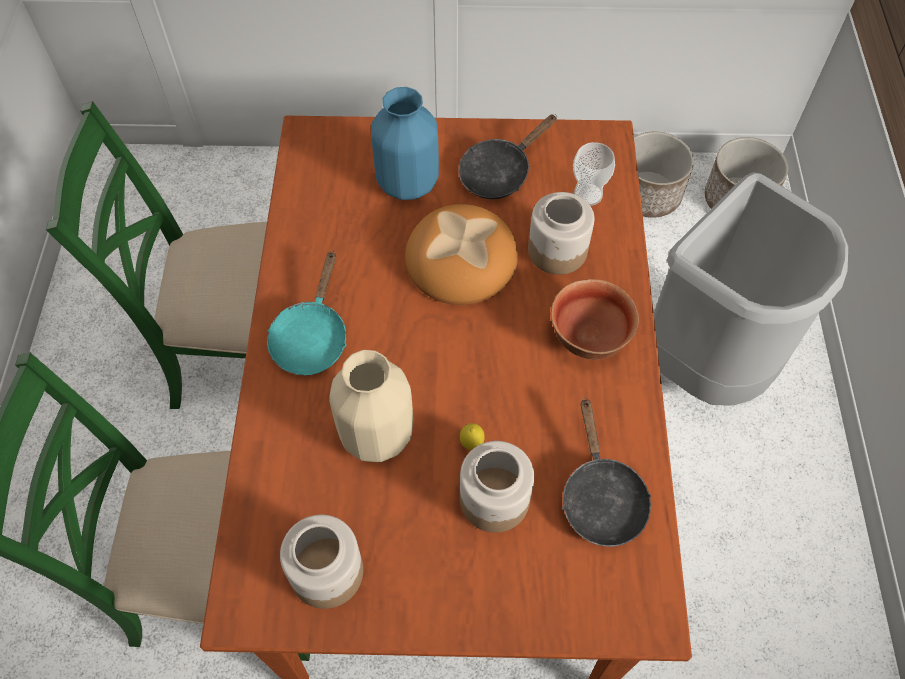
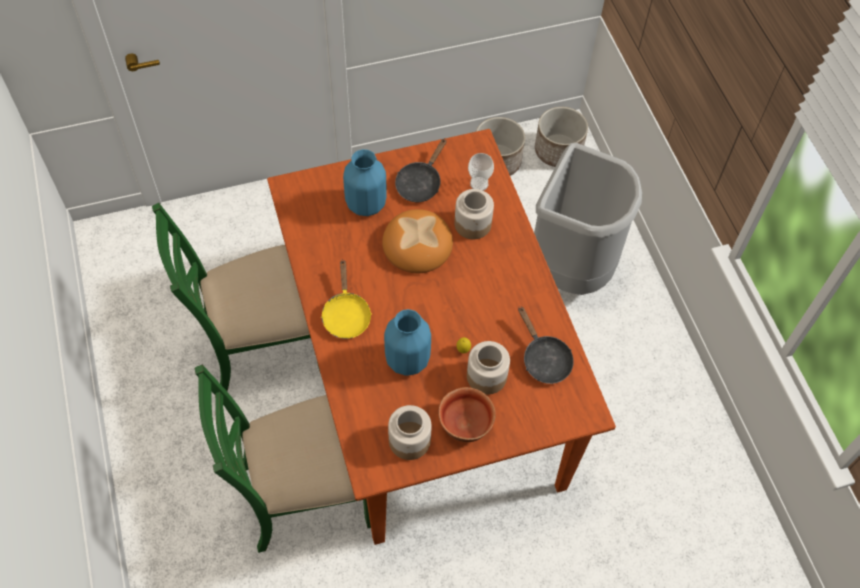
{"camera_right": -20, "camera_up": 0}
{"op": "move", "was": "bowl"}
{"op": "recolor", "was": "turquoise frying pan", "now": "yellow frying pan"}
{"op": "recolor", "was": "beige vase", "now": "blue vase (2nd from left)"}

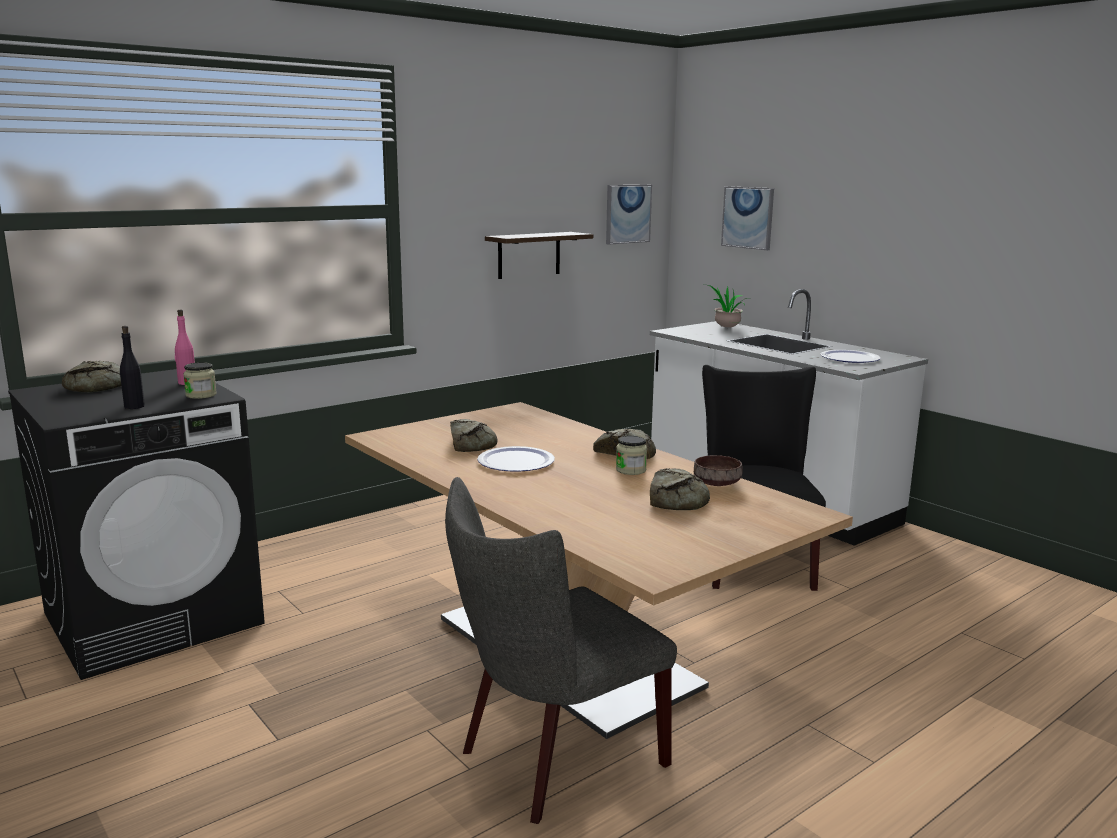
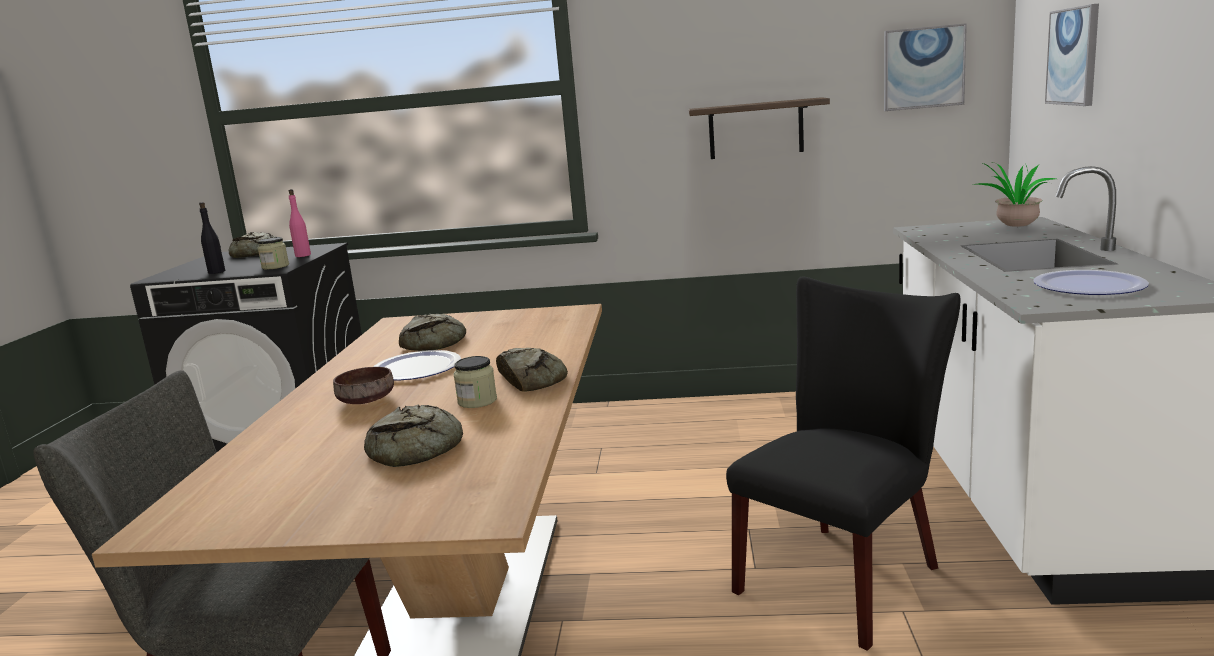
{"camera_right": 45, "camera_up": 0}
{"op": "move", "was": "brown bowl"}

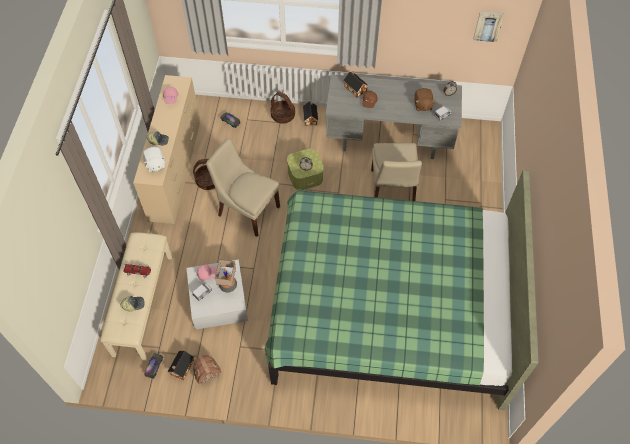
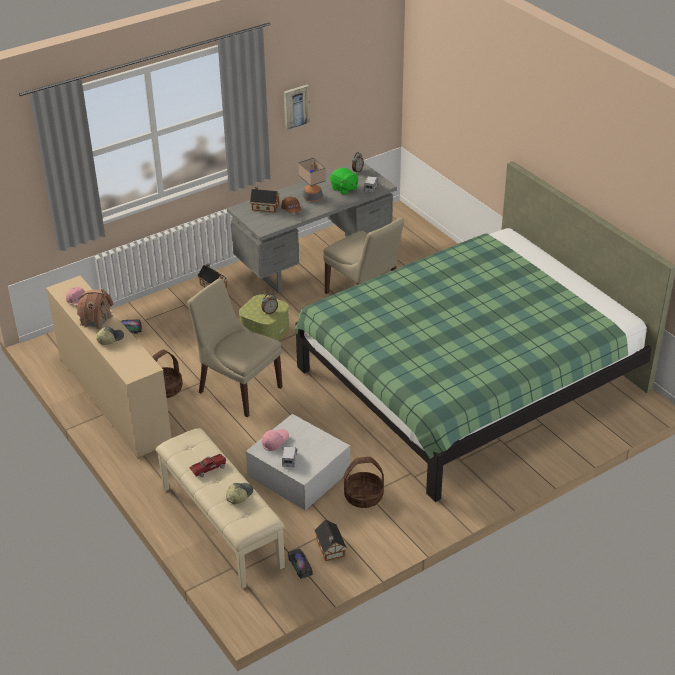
{"camera_right": -40, "camera_up": -20}
{"op": "delete", "was": "white plush toy"}
{"op": "move", "was": "toy house (2nd from left in the first image)", "now": "toy house (1st from left)"}
{"op": "move", "was": "table lamp"}
{"op": "move", "was": "basket (2nd from left)"}
{"op": "move", "was": "picture"}
{"op": "recolor", "was": "brown plush toy", "now": "green plush toy"}
{"op": "rotate", "was": "beige chair (1st from left)", "clockwise": 45}

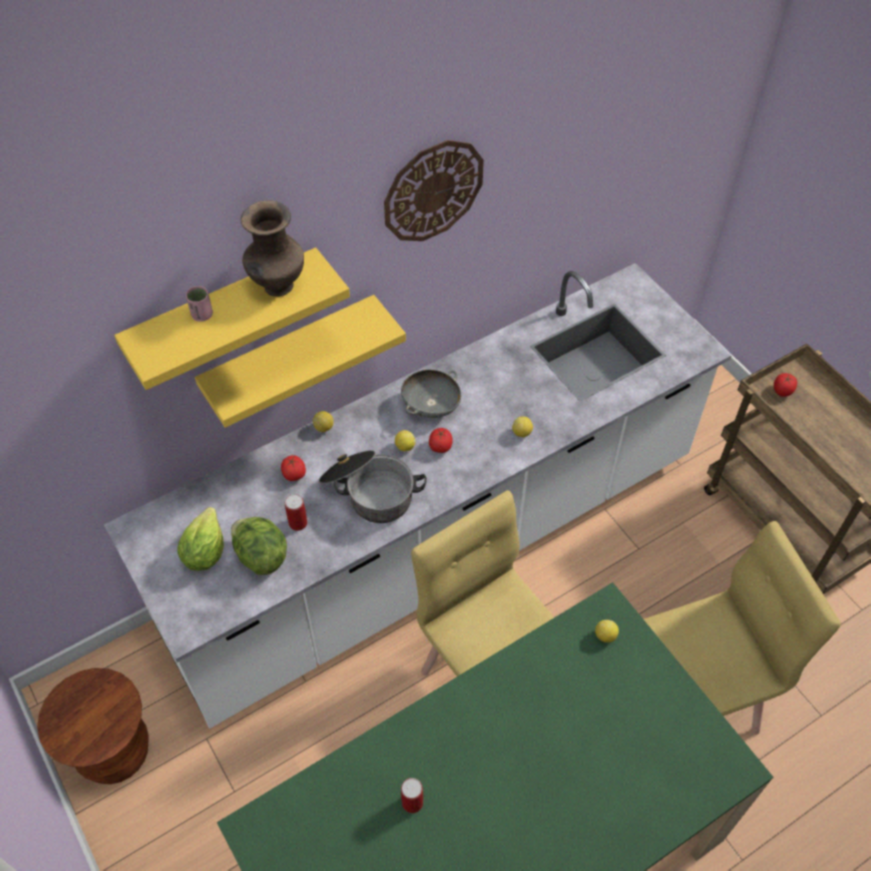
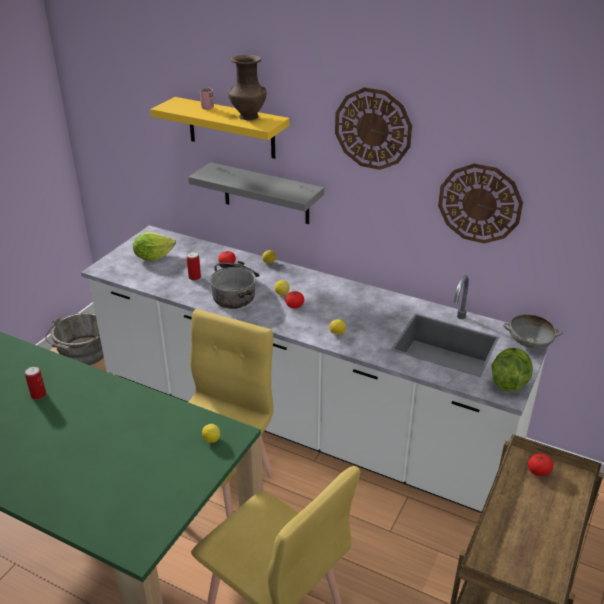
{"camera_right": 60, "camera_up": -20}
{"op": "insert", "now": "wall clock (2nd from left)"}
{"op": "move", "was": "lettuce (2nd from left)"}
{"op": "move", "was": "grey bowl"}
{"op": "replace", "was": "brown stool", "now": "grey bucket"}
{"op": "recolor", "was": "yellow shelf (2nd from left)", "now": "grey shelf"}

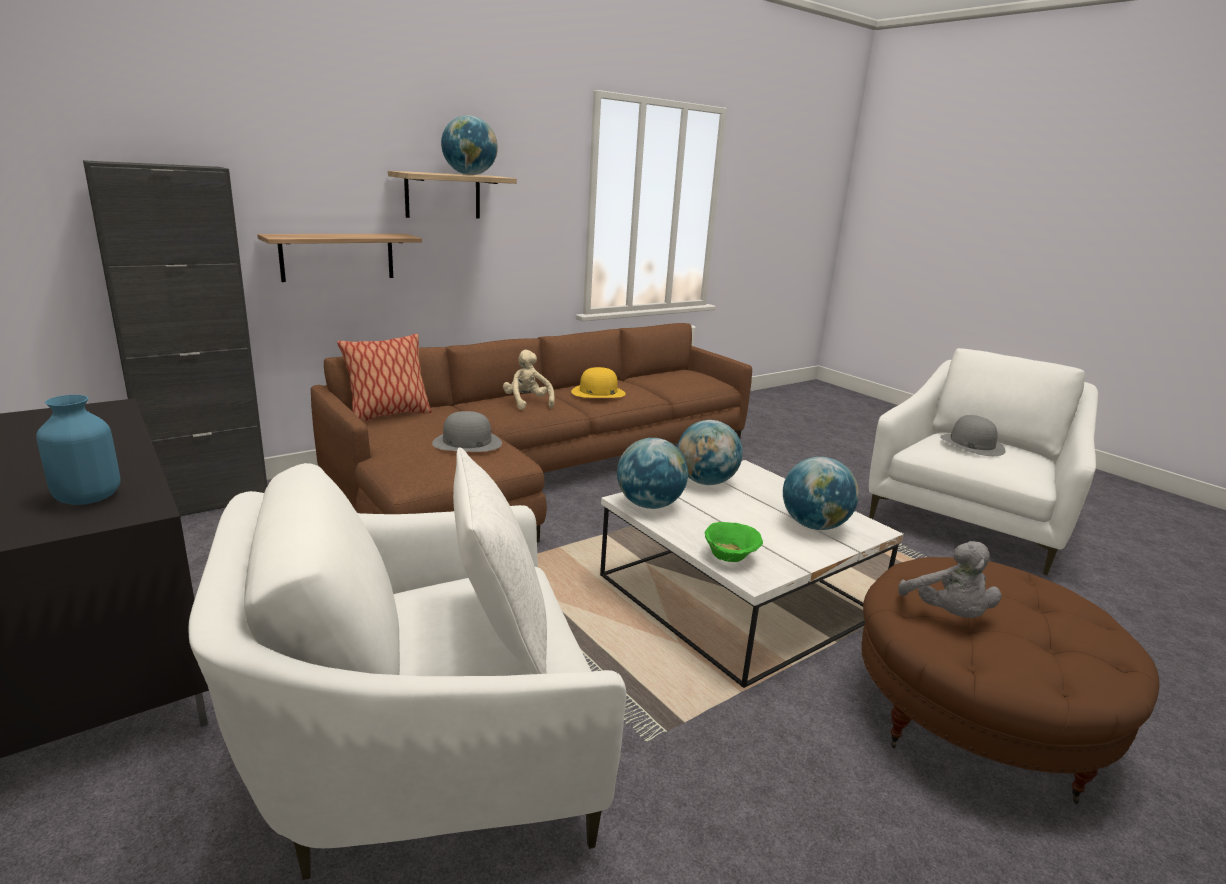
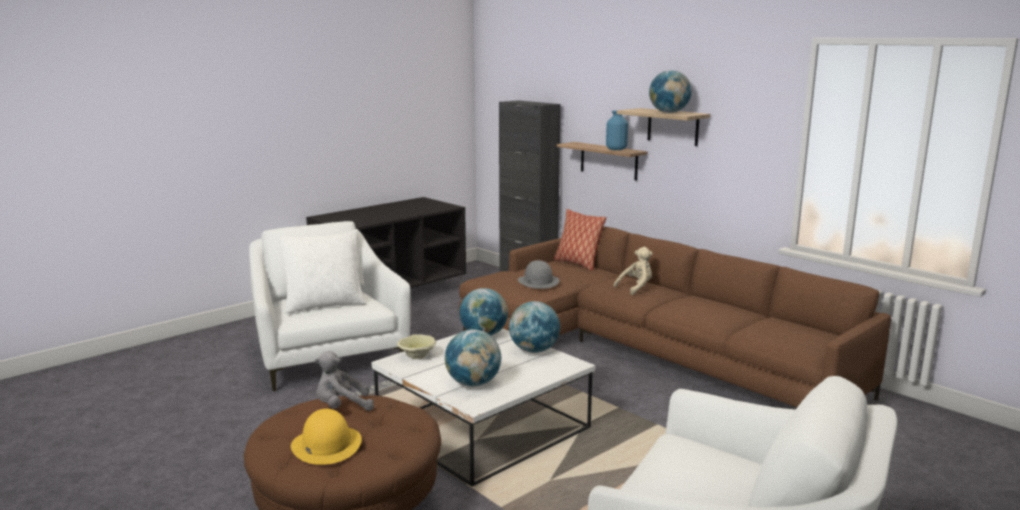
{"camera_right": 85, "camera_up": -5}
{"op": "delete", "was": "grey hat (2nd from left)"}
{"op": "move", "was": "blue vase"}
{"op": "move", "was": "yellow hat"}
{"op": "recolor", "was": "green bowl", "now": "beige bowl"}

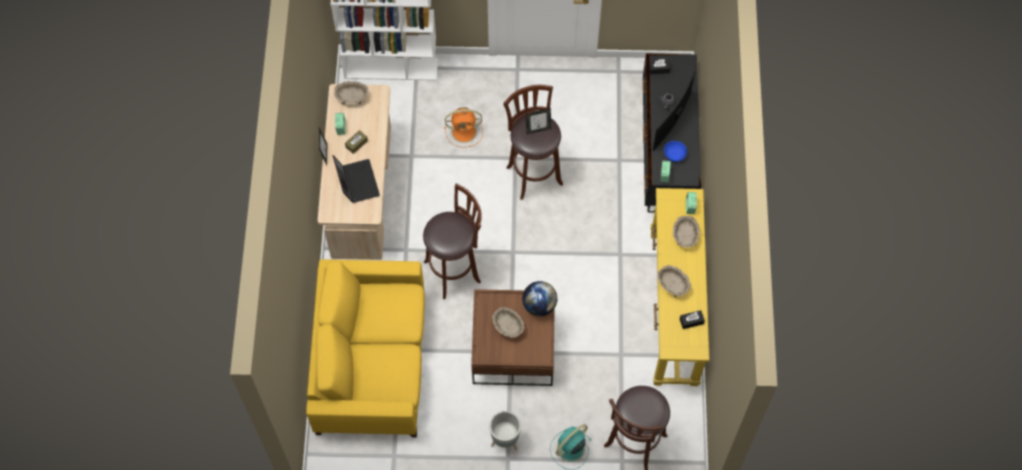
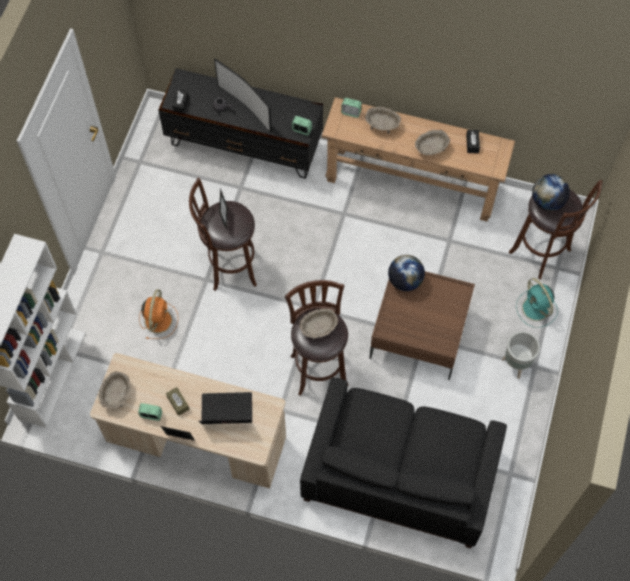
{"camera_right": -75, "camera_up": 0}
{"op": "delete", "was": "blue bowl"}
{"op": "insert", "now": "globe (2nd from left)"}
{"op": "move", "was": "beige bowl (2nd from left)"}
{"op": "recolor", "was": "yellow sofa", "now": "black sofa"}
{"op": "recolor", "was": "yellow console table", "now": "brown console table"}

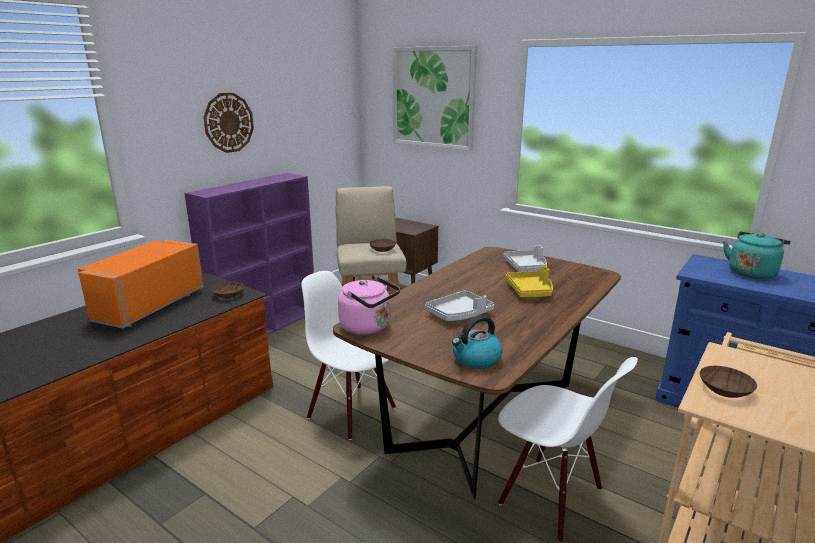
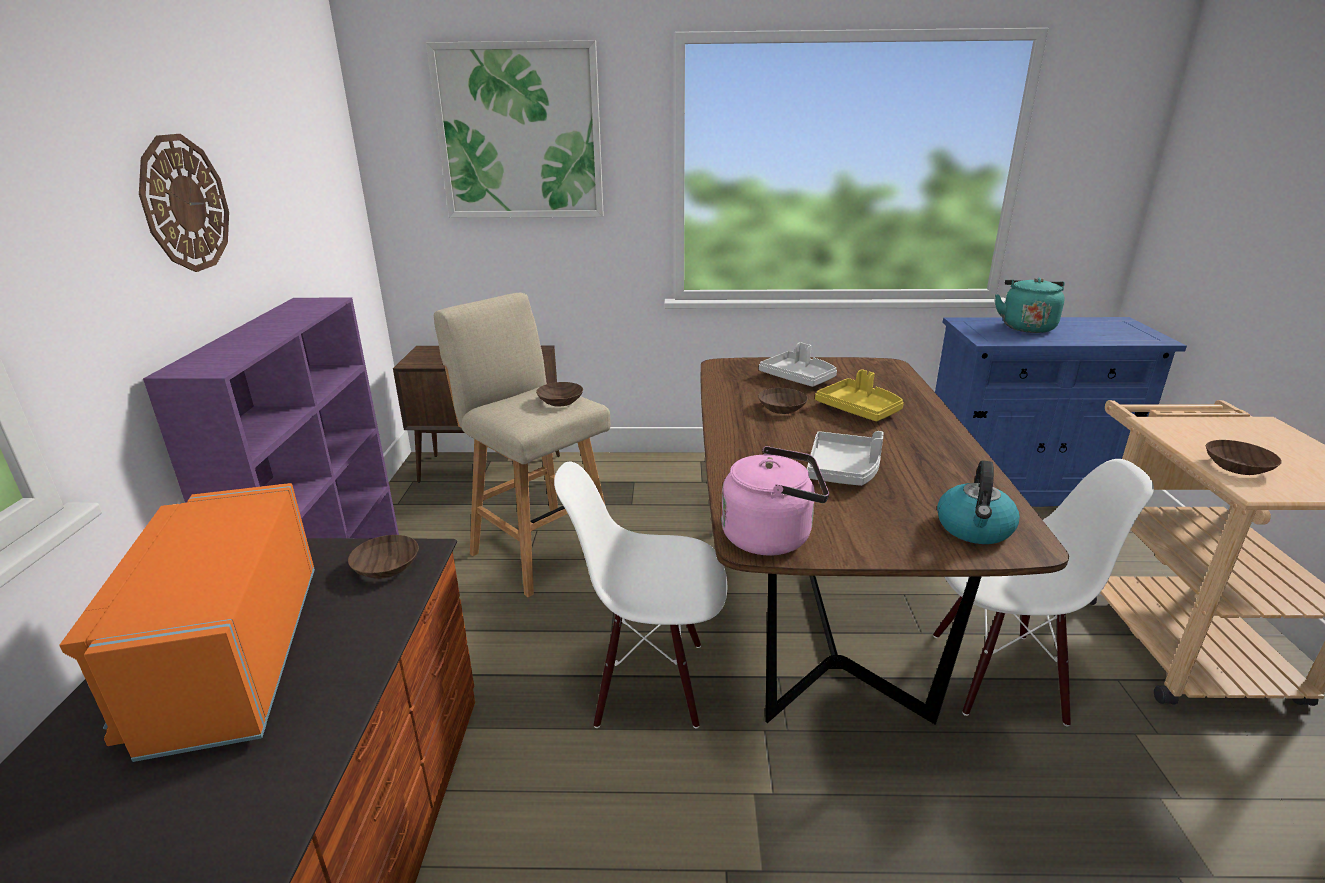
{"camera_right": -35, "camera_up": 5}
{"op": "insert", "now": "brown bowl (3rd from left)"}

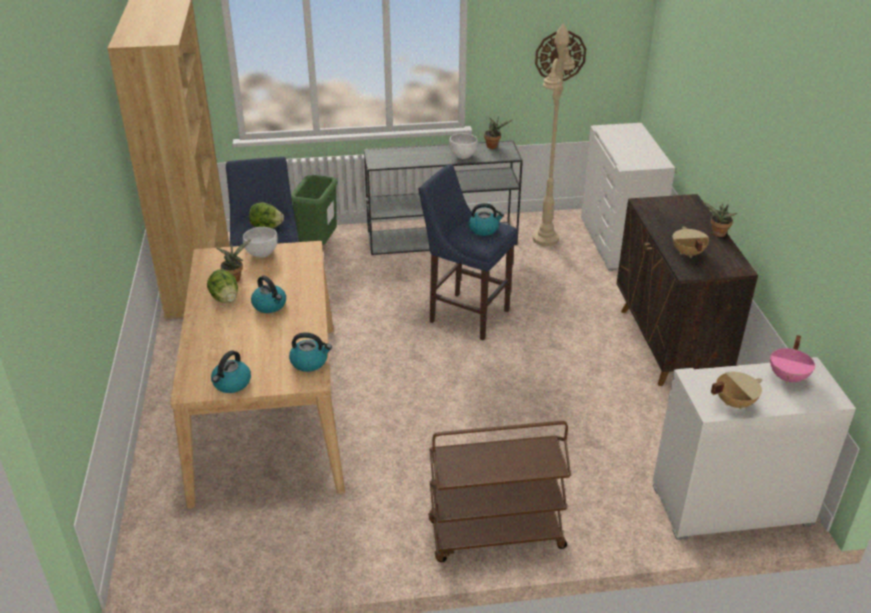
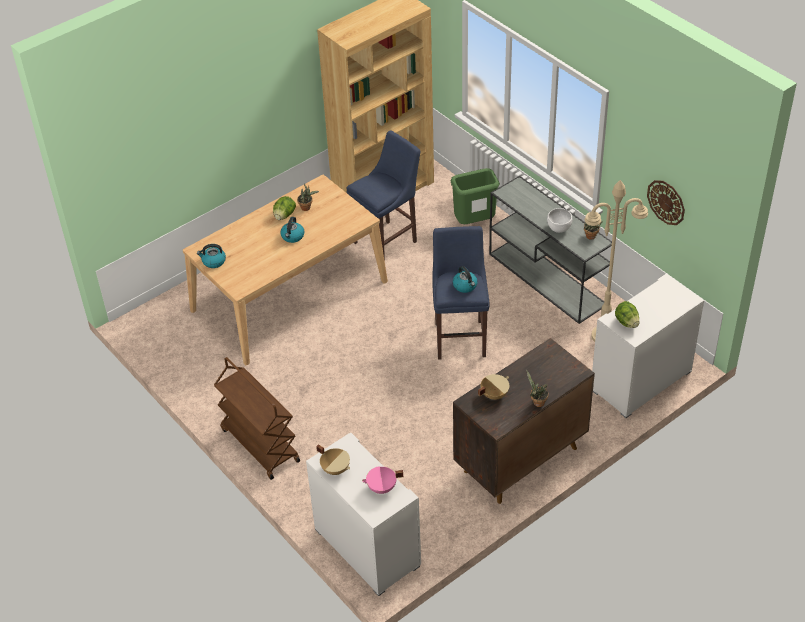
{"camera_right": 60, "camera_up": 10}
{"op": "delete", "was": "white bowl (1st from left)"}
{"op": "delete", "was": "kettle (3rd from left)"}
{"op": "move", "was": "lettuce (2nd from left)"}

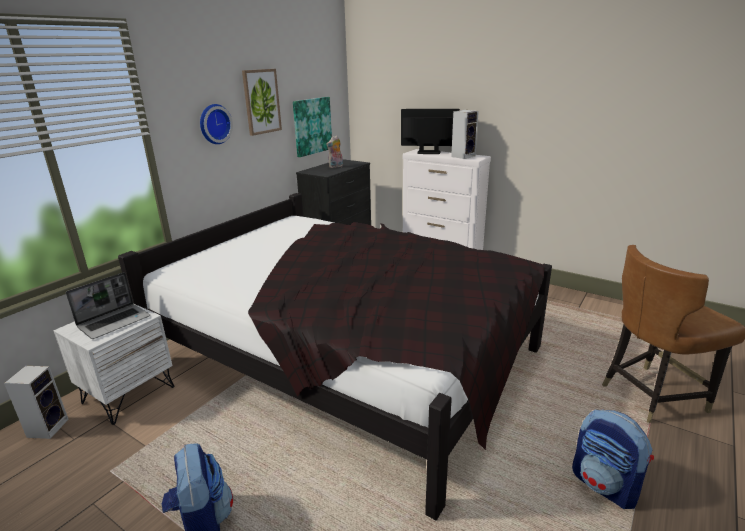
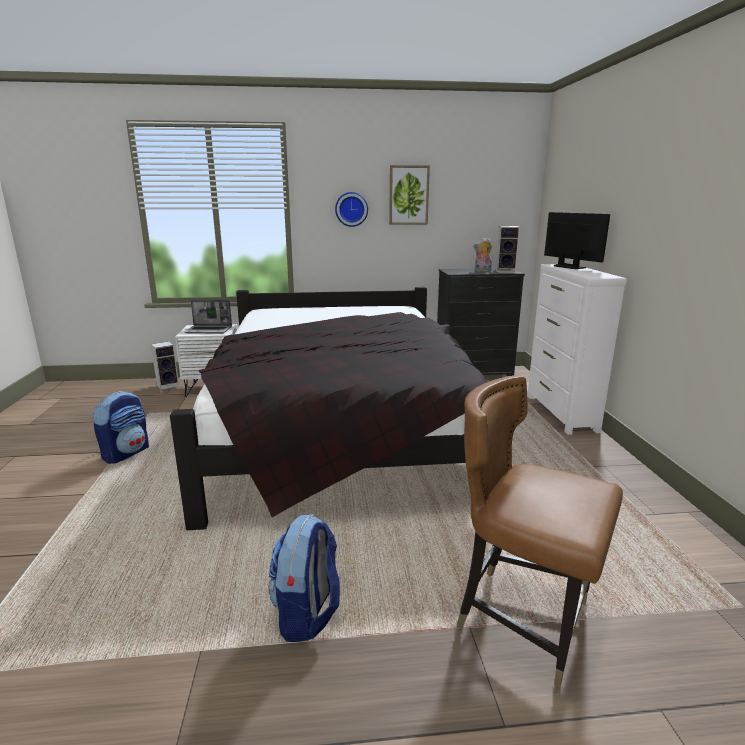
{"camera_right": 50, "camera_up": -5}
{"op": "delete", "was": "picture (2nd from left)"}
{"op": "move", "was": "speaker (2nd from left)"}

